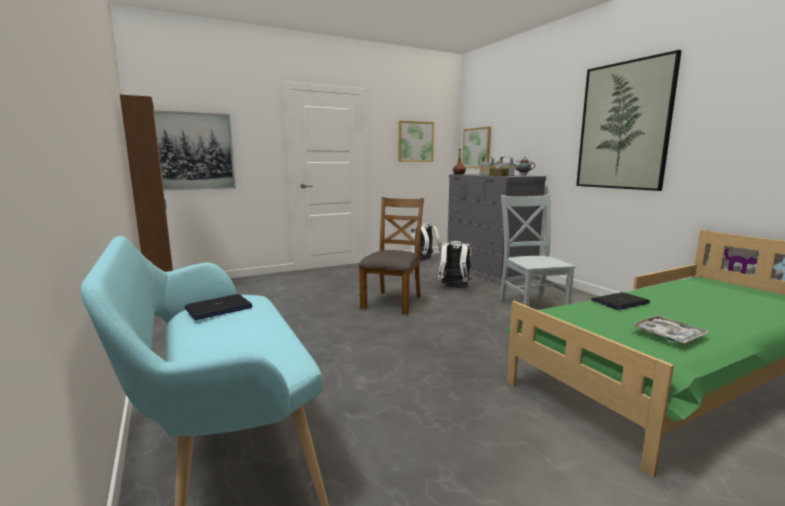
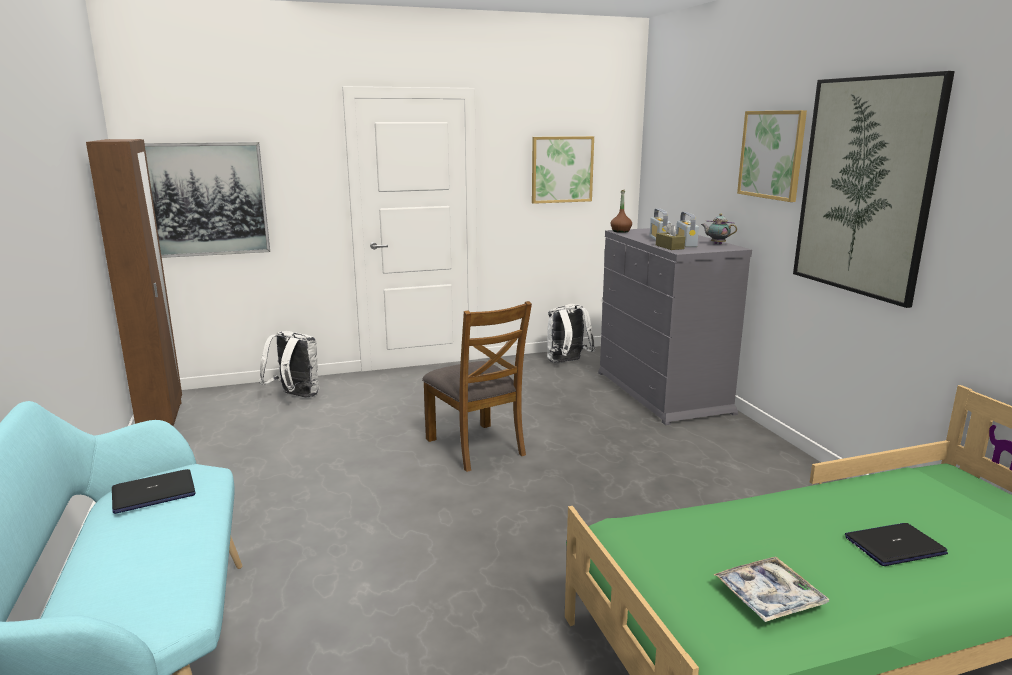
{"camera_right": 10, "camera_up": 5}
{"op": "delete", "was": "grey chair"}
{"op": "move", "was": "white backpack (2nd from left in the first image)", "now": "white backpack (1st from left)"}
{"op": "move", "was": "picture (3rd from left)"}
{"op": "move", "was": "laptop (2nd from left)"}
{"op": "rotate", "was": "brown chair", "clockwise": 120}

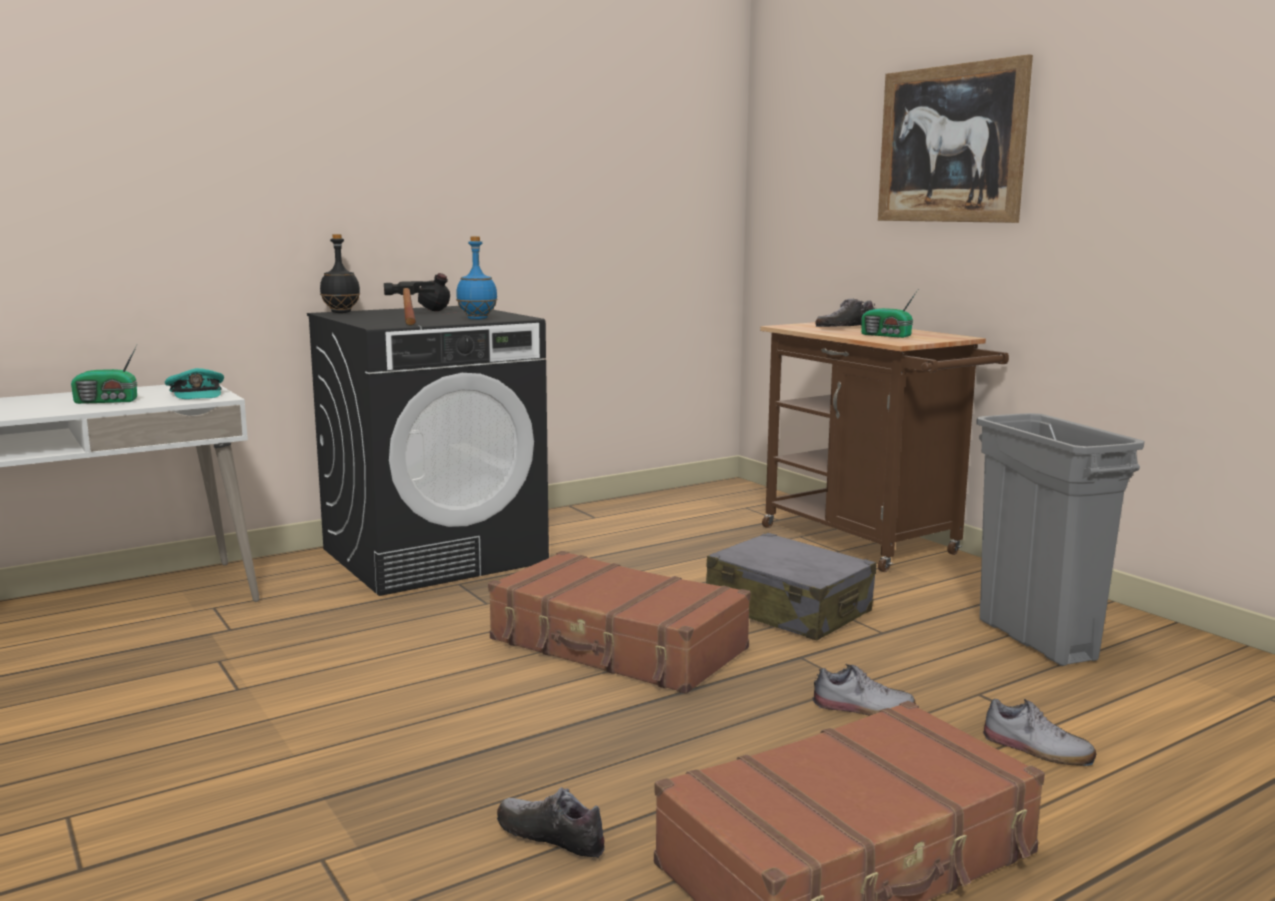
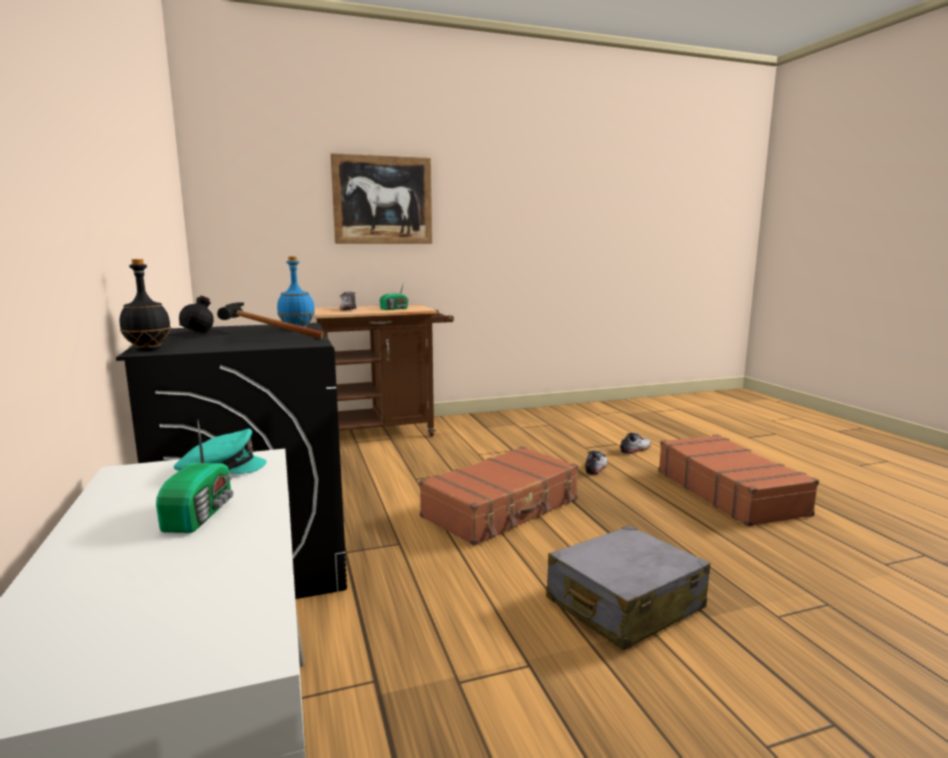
{"camera_right": -75, "camera_up": 0}
{"op": "delete", "was": "shoe (1st from left)"}
{"op": "delete", "was": "grey trash can"}
{"op": "move", "was": "grey suitcase"}

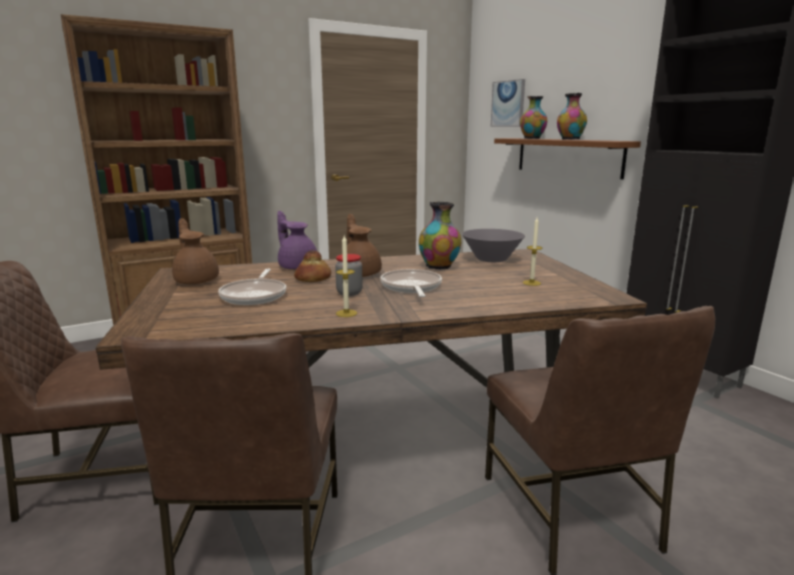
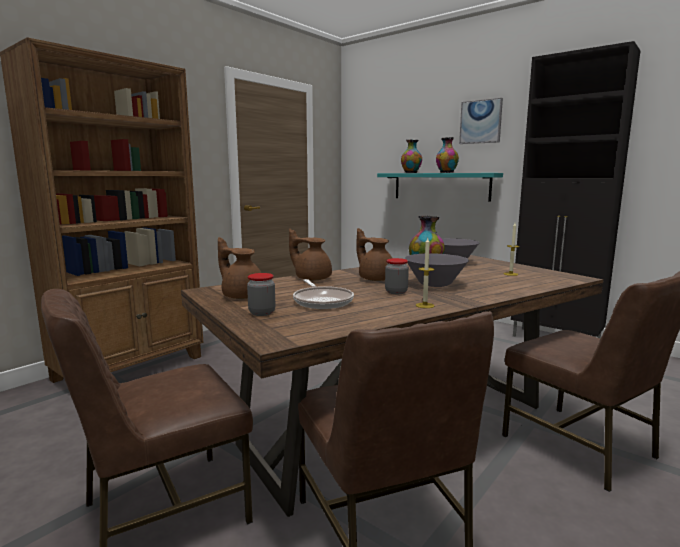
{"camera_right": -20, "camera_up": -5}
{"op": "delete", "was": "bread"}
{"op": "insert", "now": "jar (1st from left)"}
{"op": "move", "was": "picture"}
{"op": "replace", "was": "frying pan (2nd from left)", "now": "grey bowl (1st from left)"}
{"op": "recolor", "was": "purple teapot", "now": "brown teapot (2nd from left)"}
{"op": "recolor", "was": "brown shelf", "now": "turquoise shelf"}

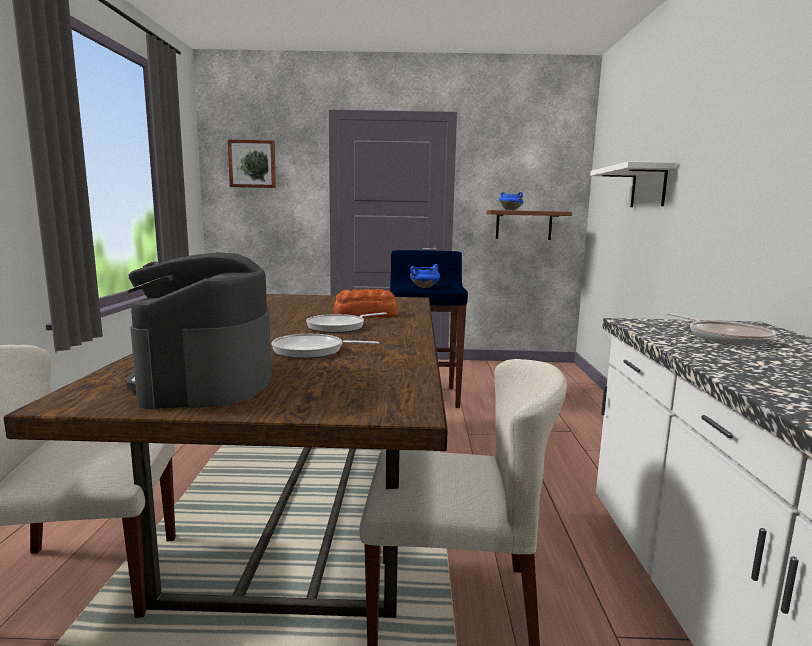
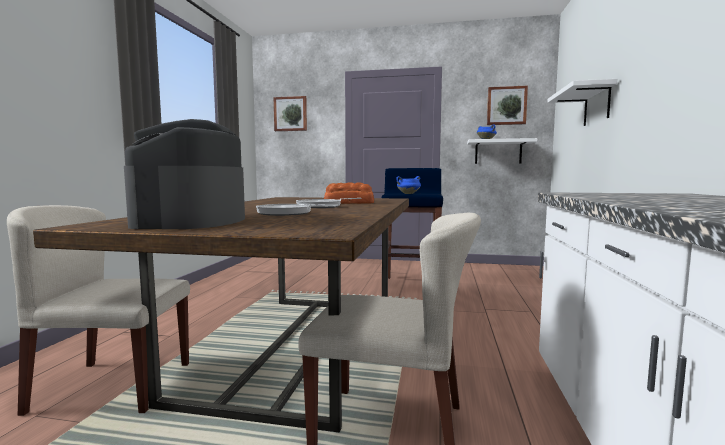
{"camera_right": 10, "camera_up": -5}
{"op": "delete", "was": "frying pan (3rd from left)"}
{"op": "insert", "now": "picture (2nd from left)"}
{"op": "recolor", "was": "brown shelf", "now": "white shelf (1st from left)"}

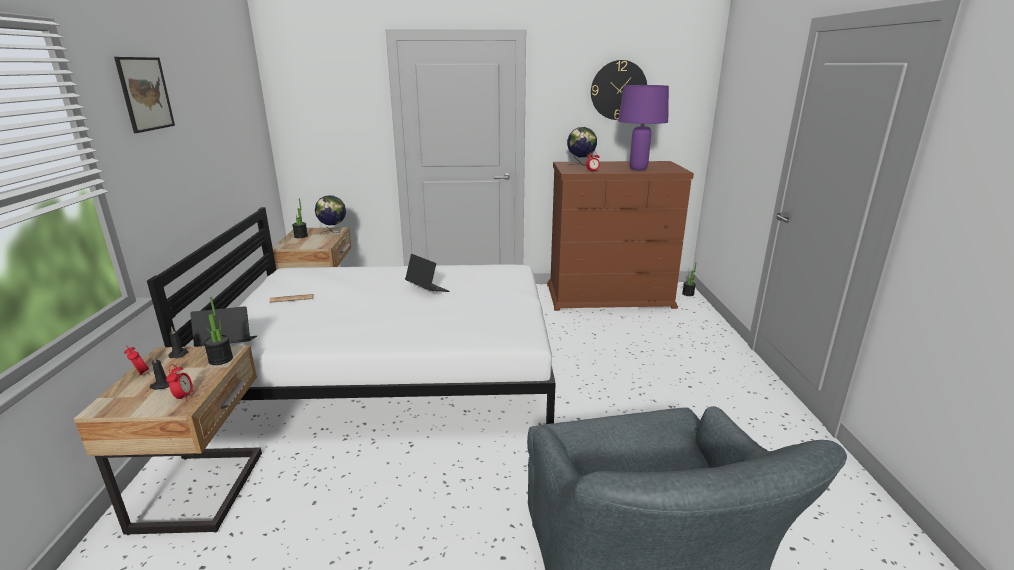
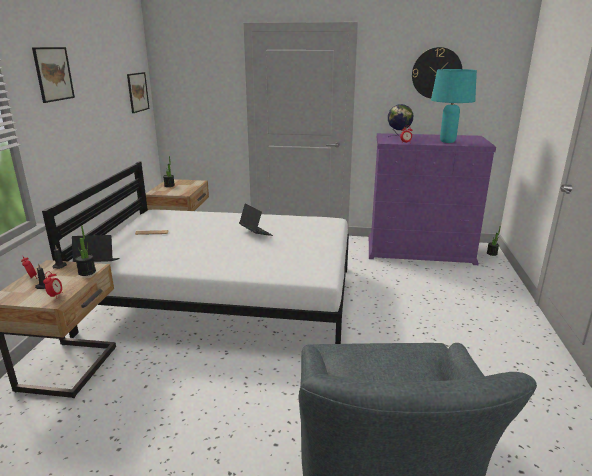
{"camera_right": 10, "camera_up": 0}
{"op": "delete", "was": "globe (1st from left)"}
{"op": "insert", "now": "picture (2nd from left)"}
{"op": "recolor", "was": "brown dresser", "now": "purple dresser"}
{"op": "recolor", "was": "purple table lamp", "now": "turquoise table lamp"}

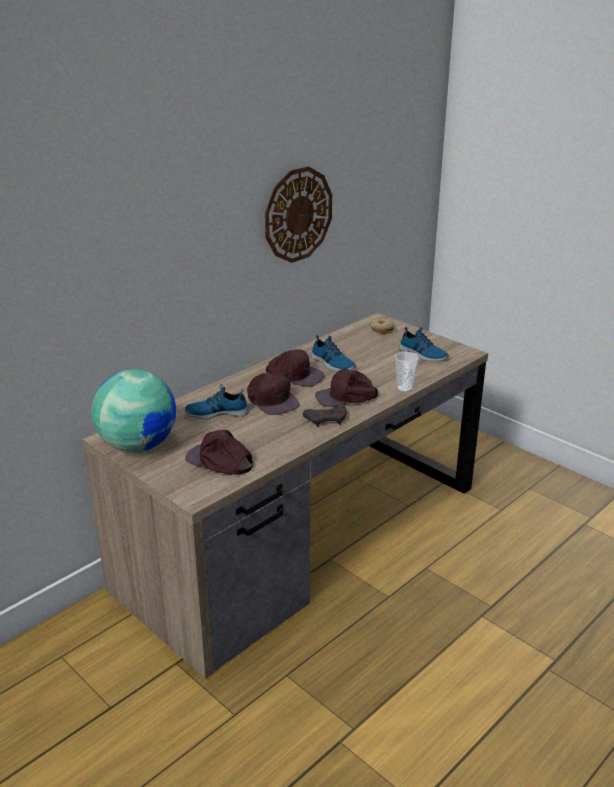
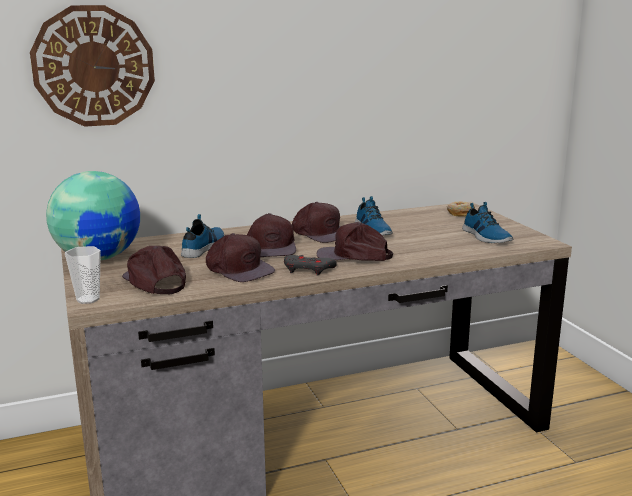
{"camera_right": 25, "camera_up": -10}
{"op": "insert", "now": "brown cap (2nd from left)"}
{"op": "move", "was": "wall clock"}
{"op": "move", "was": "cup"}
{"op": "rotate", "was": "shoe (1st from left)", "clockwise": 90}

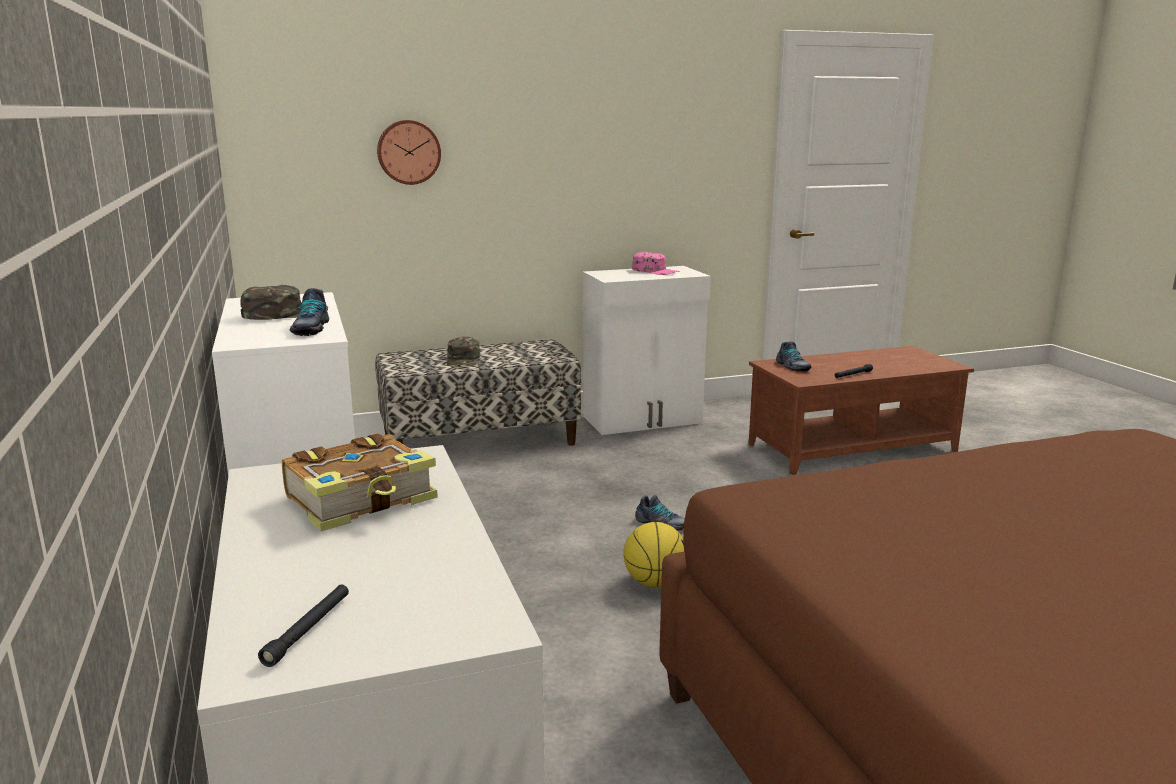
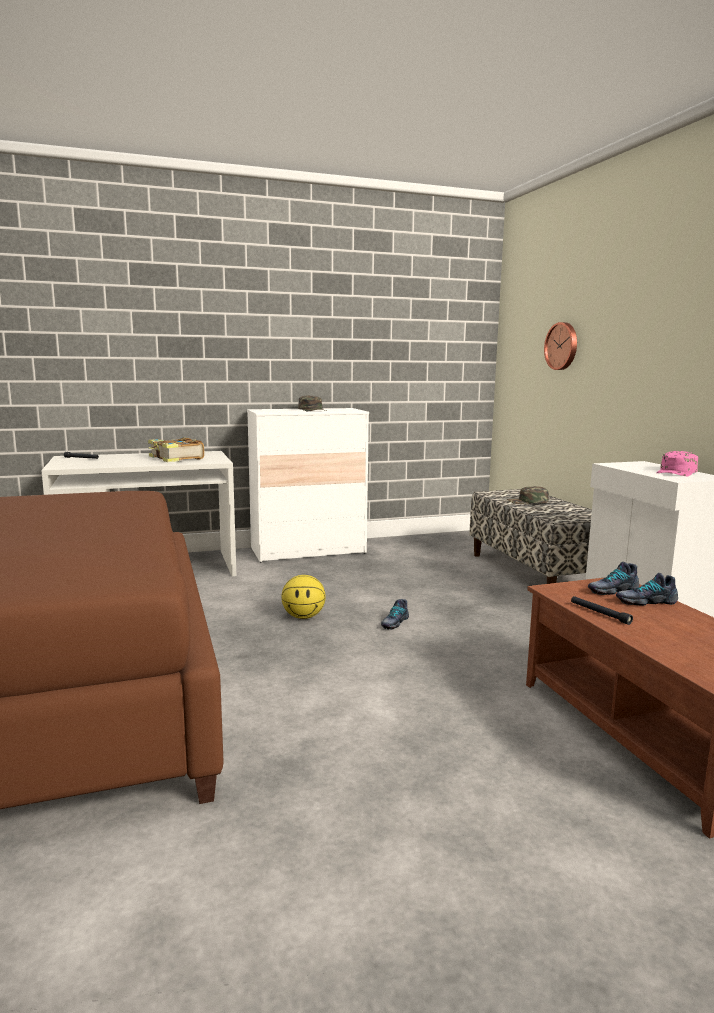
{"camera_right": 90, "camera_up": -5}
{"op": "move", "was": "shoe (1st from left in the first image)", "now": "shoe (3rd from left)"}

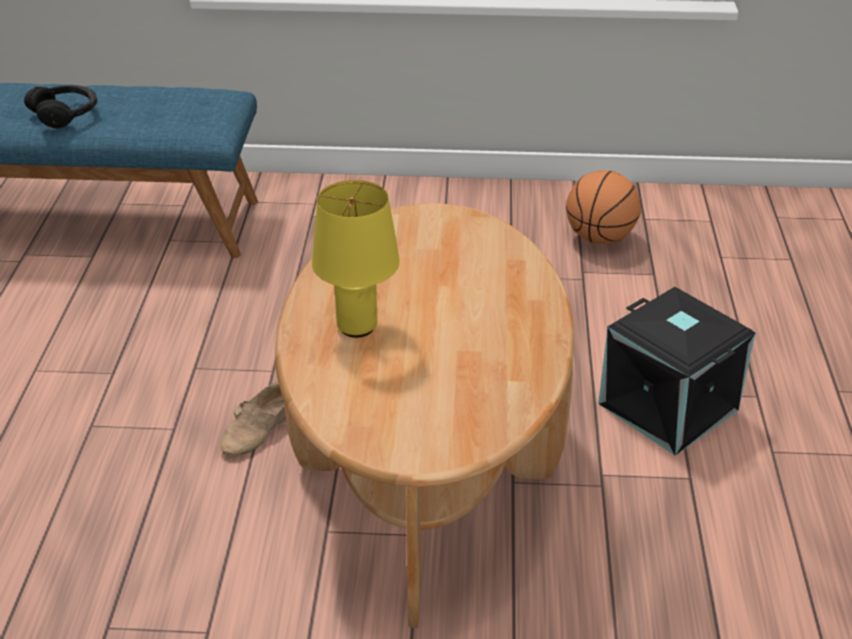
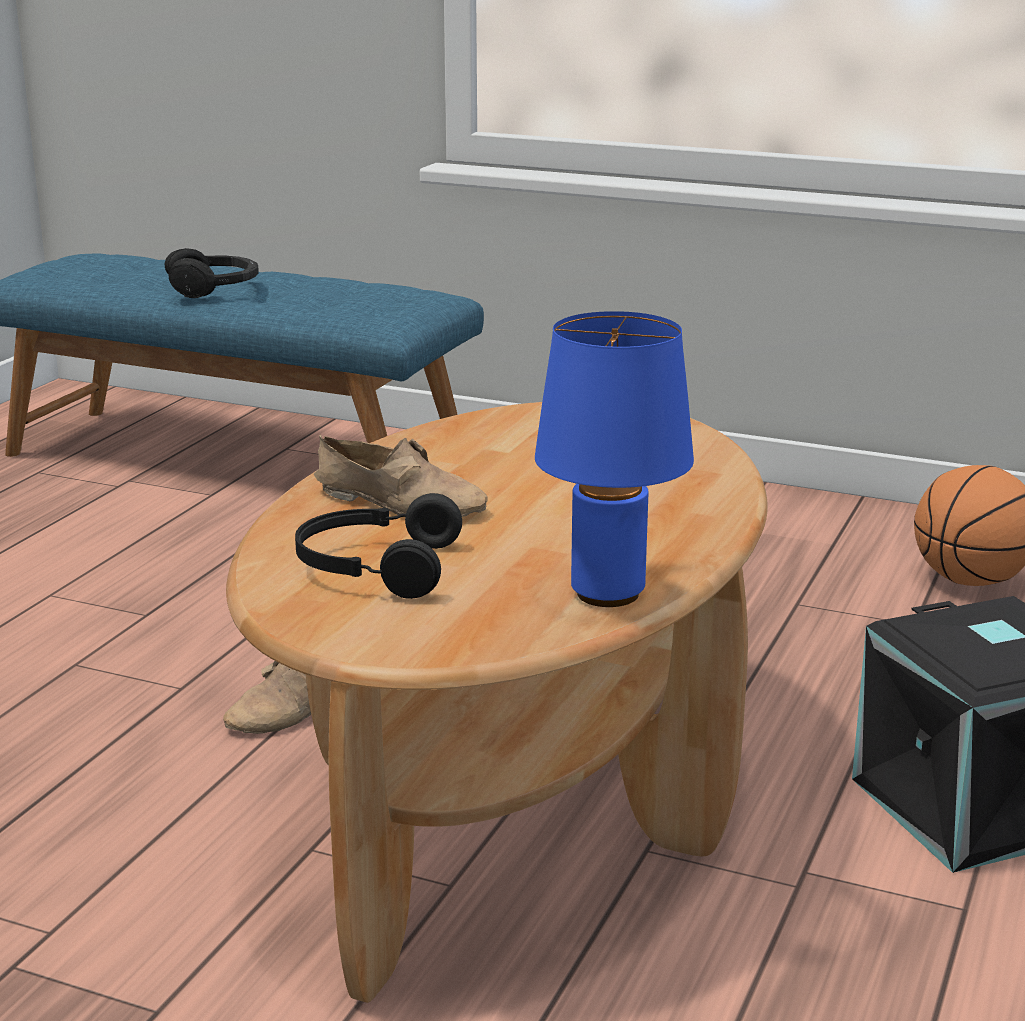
{"camera_right": 20, "camera_up": -15}
{"op": "insert", "now": "black headphones (2nd from left)"}
{"op": "insert", "now": "blue table lamp"}
{"op": "replace", "was": "yellow table lamp", "now": "beige shoe (2nd from left)"}

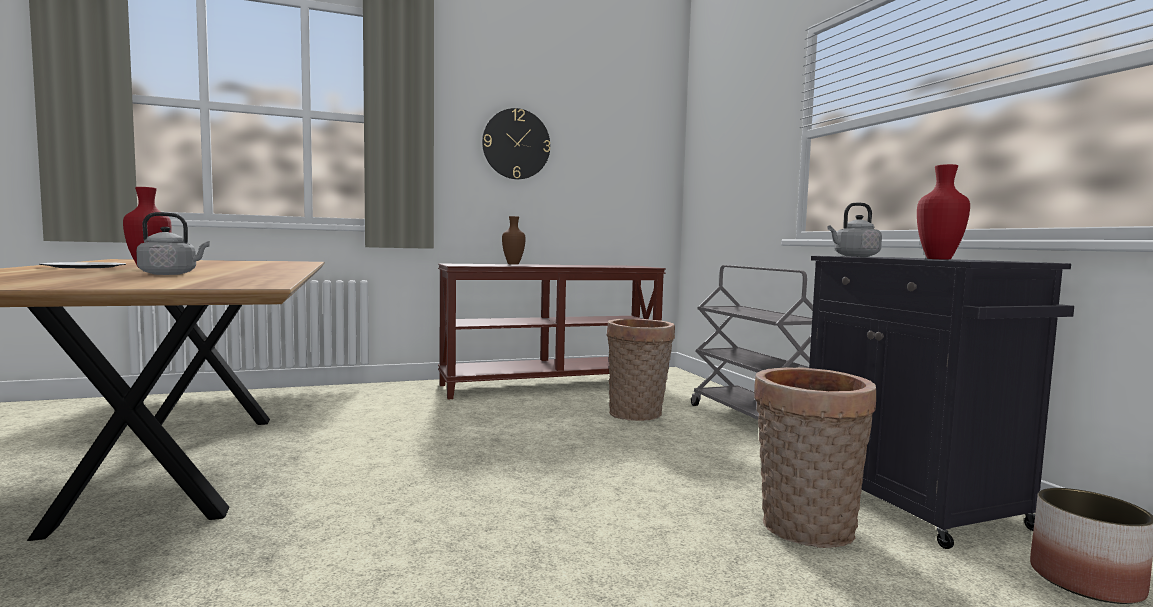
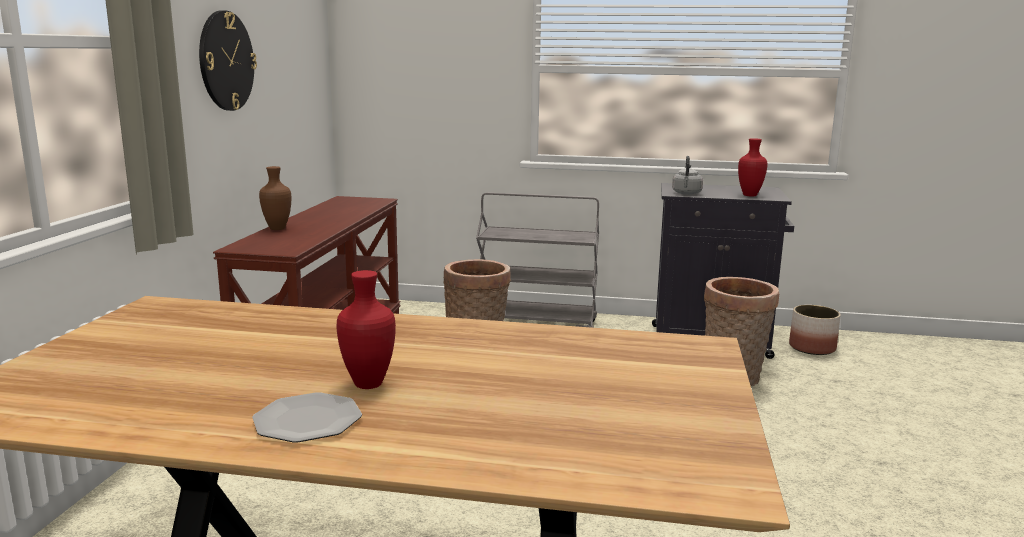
{"camera_right": -60, "camera_up": 10}
{"op": "delete", "was": "grey kettle (1st from left)"}

